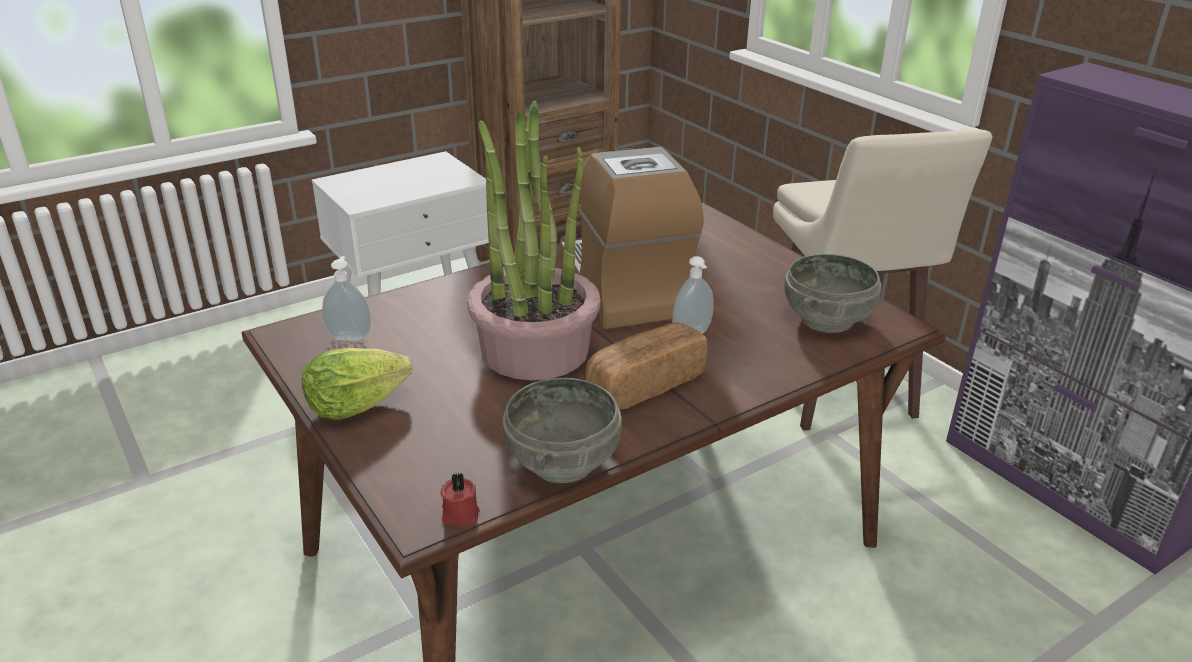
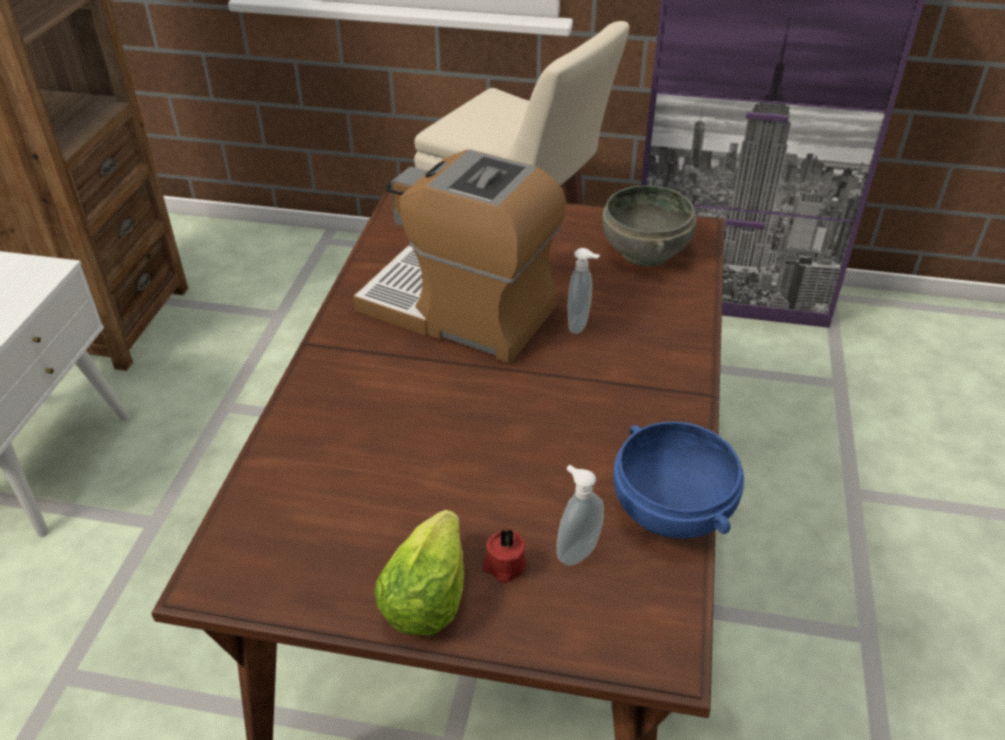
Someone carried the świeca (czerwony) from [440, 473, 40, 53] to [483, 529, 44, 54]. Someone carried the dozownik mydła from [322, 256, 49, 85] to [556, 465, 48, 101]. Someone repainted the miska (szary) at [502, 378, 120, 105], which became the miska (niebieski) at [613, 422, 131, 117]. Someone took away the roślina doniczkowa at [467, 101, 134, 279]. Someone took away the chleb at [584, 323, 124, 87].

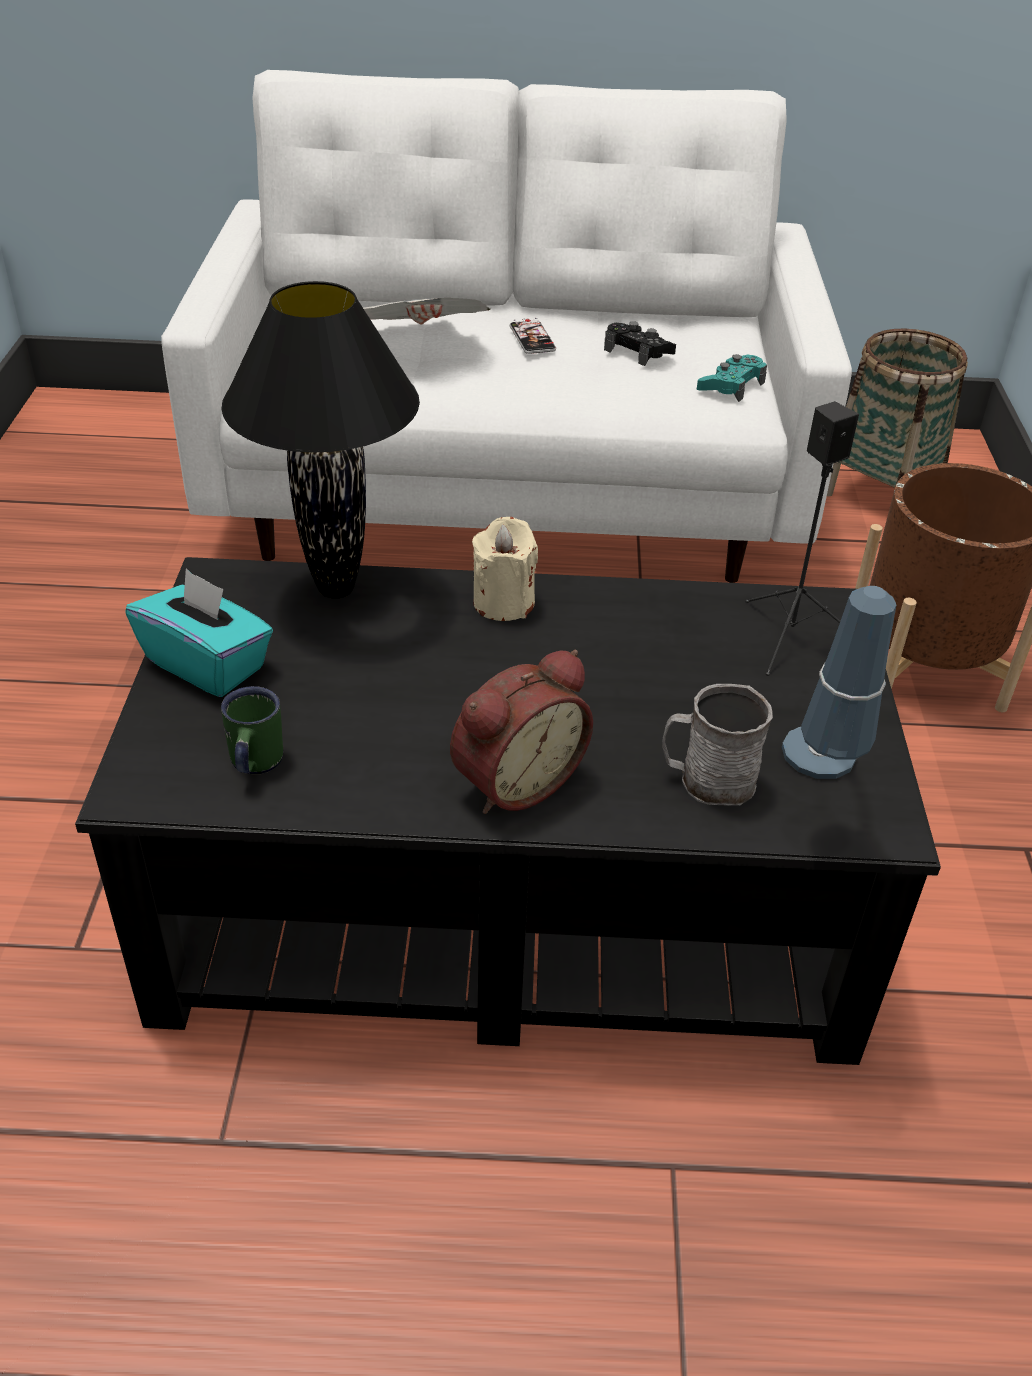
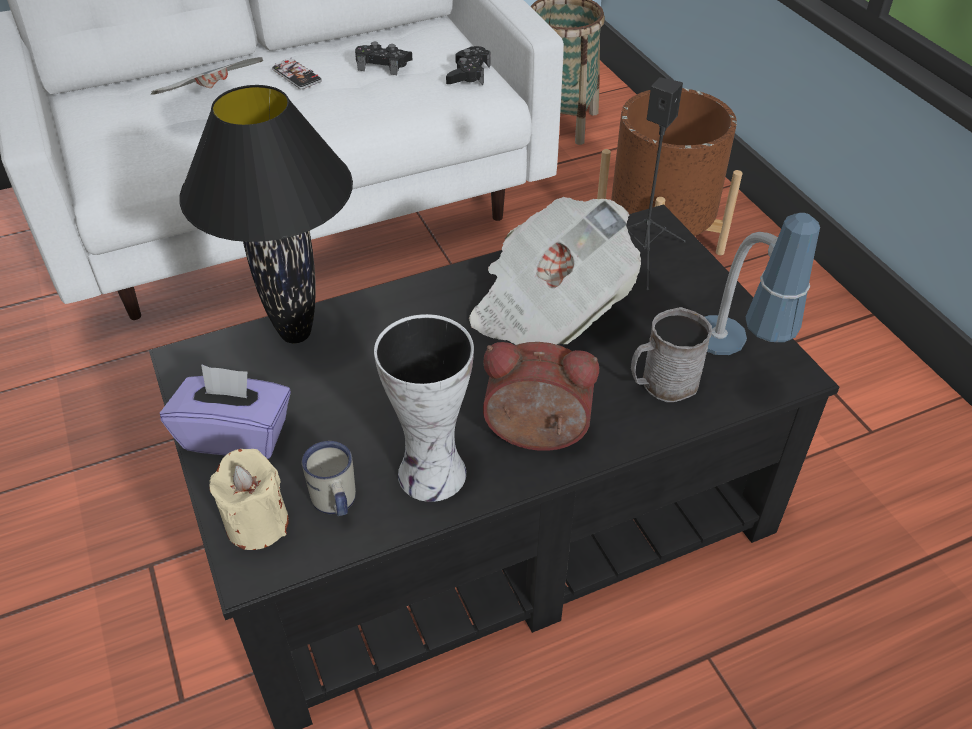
Someone repainted the pudełko chusteczek (turkusowy) at [125, 568, 148, 129], which became the pudełko chusteczek (fioletowy) at [160, 364, 131, 95]. Someone carried the świeca (beżowy) from [472, 517, 66, 104] to [209, 449, 80, 101]. Someone repainted the kubek (zielony) at [221, 686, 62, 88], which became the kubek (biały) at [302, 441, 54, 75]. Someone put down the wazon at [374, 314, 100, 188]. Someone repainted the pad do gier (turkusowy) at [697, 354, 70, 48], which became the pad do gier (czarny) at [446, 46, 45, 39]. Someone put down the gazeta at [469, 197, 172, 148]. Someone rotated the budzik at [450, 650, 143, 164] by 105 degrees counterclockwise.

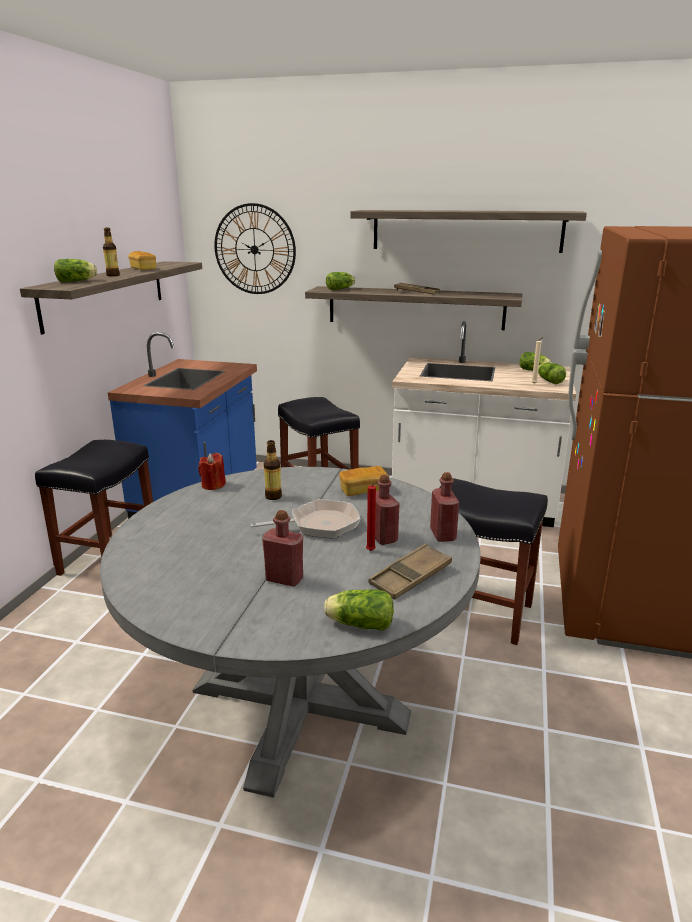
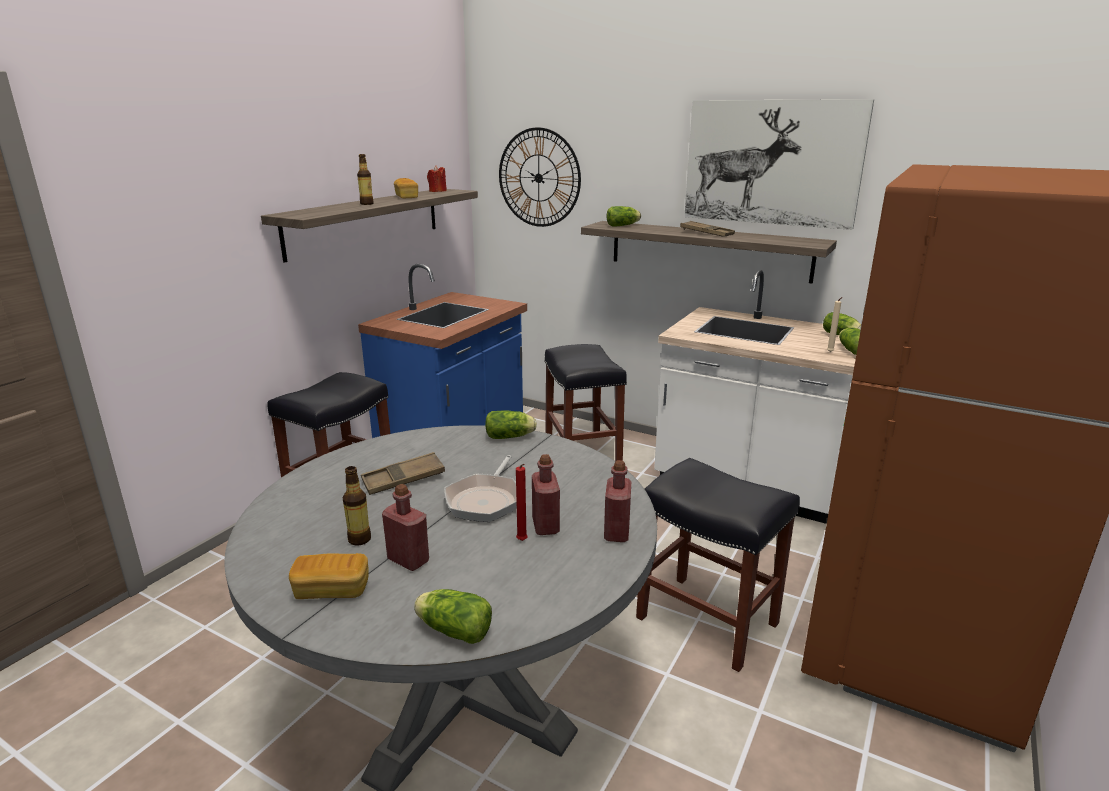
Someone carried the chleb from [339, 466, 48, 30] to [289, 553, 80, 46]. Someone carried the butelka from [264, 440, 18, 60] to [343, 466, 28, 80]. Someone carried the taca (brązowy) from [368, 543, 84, 56] to [361, 452, 84, 43]. Someone carried the świeca (czerwony) from [198, 453, 28, 37] to [427, 166, 20, 26]. Someone rotated the patelnia at [251, 499, 110, 40] by 105 degrees clockwise. Someone carried the sałata from [54, 259, 44, 23] to [485, 410, 52, 29]. Someone swapped the półka at [350, 210, 237, 43] for the obraz at [684, 99, 190, 131].

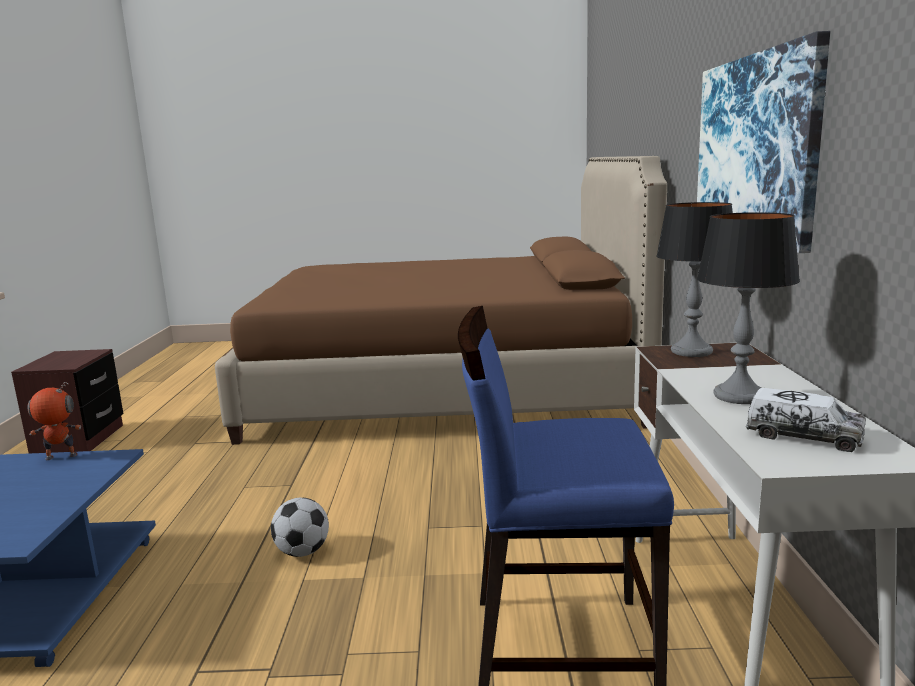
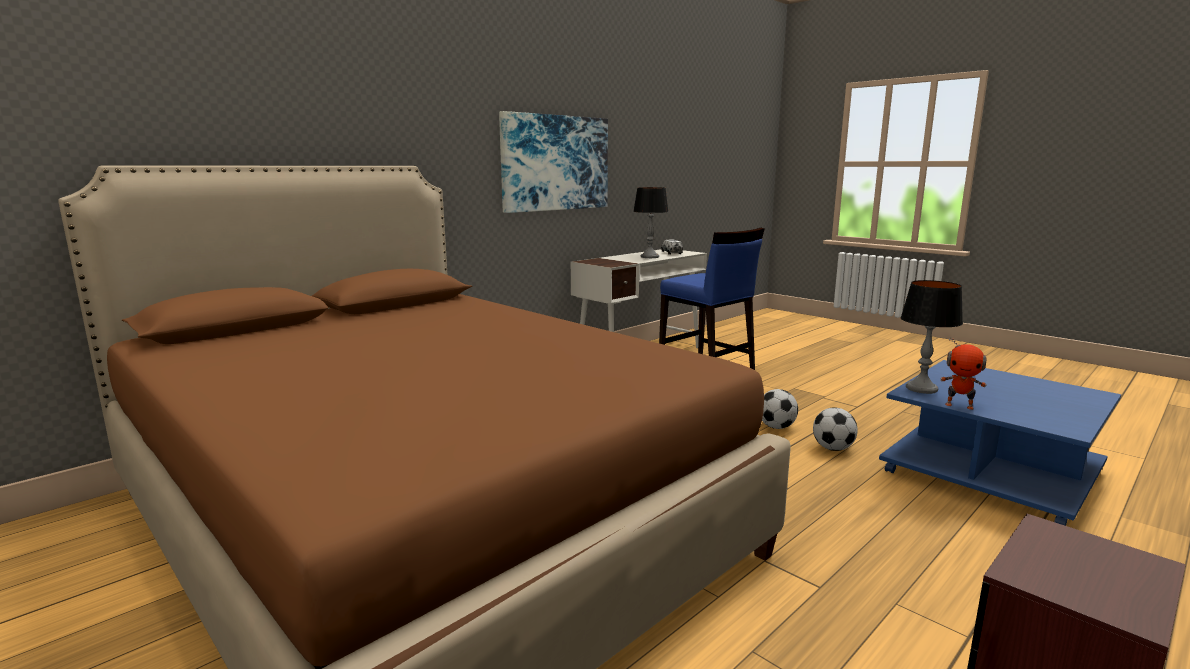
Someone put down the piłka futbolowa at [813, 408, 45, 43]. Someone carried the lampa stołowa from [656, 202, 77, 155] to [900, 280, 63, 114].

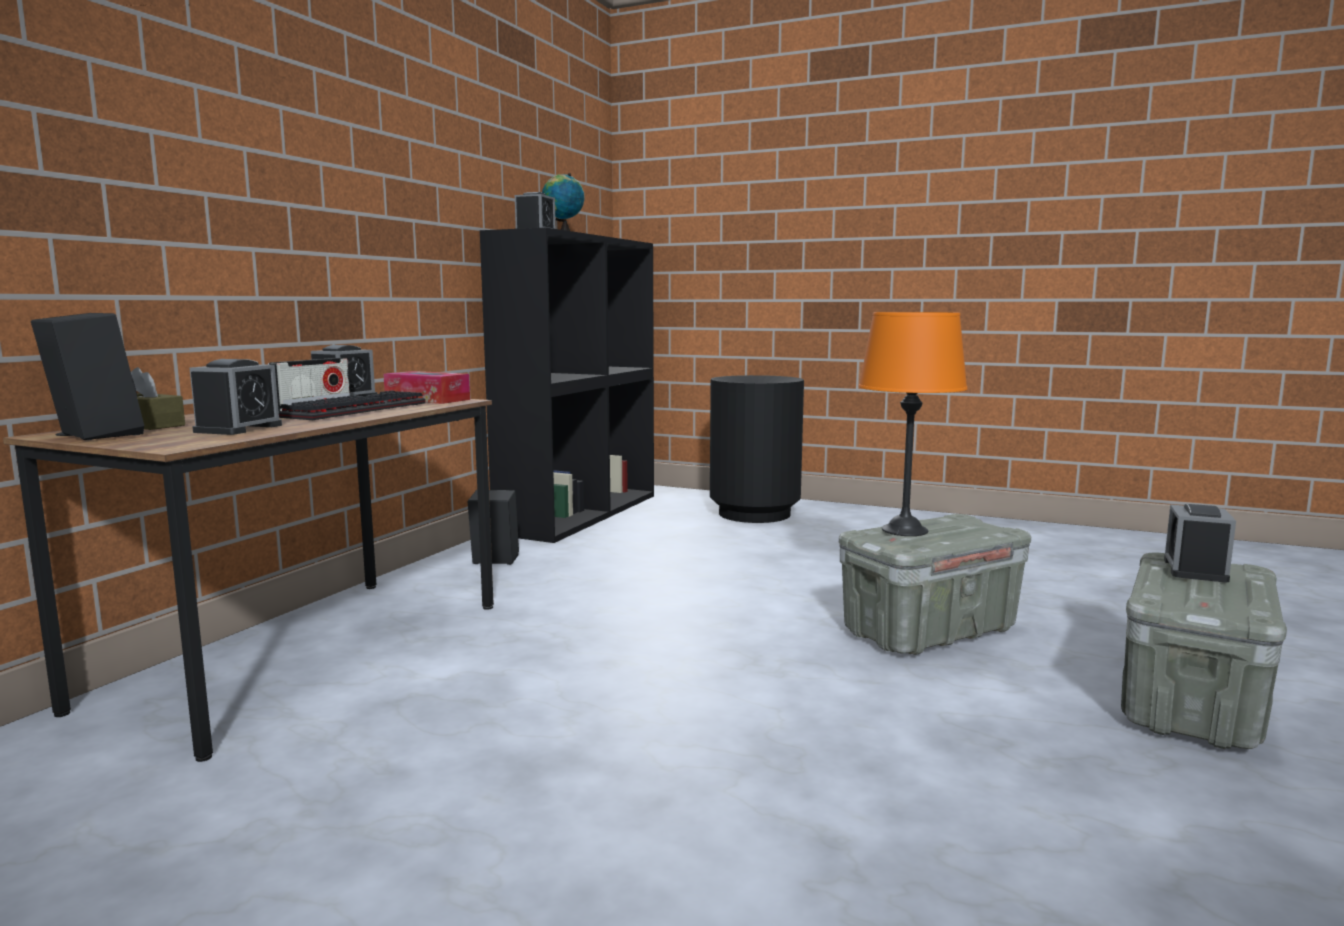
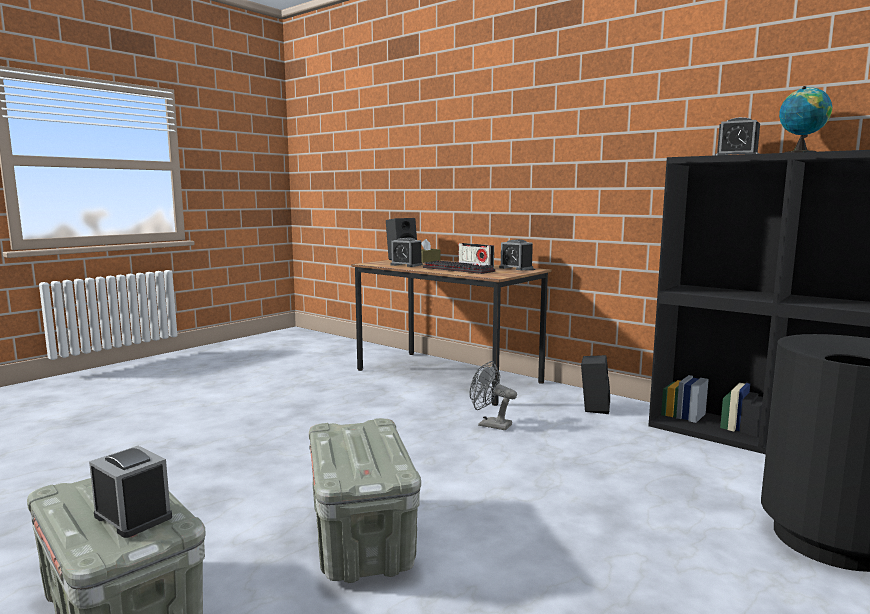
Someone put down the wentylator (szary) at [470, 361, 47, 69]. Someone took away the pudełko chusteczek at [383, 371, 87, 33]. Someone took away the lampa stołowa (pomarańczowy) at [859, 312, 108, 224].

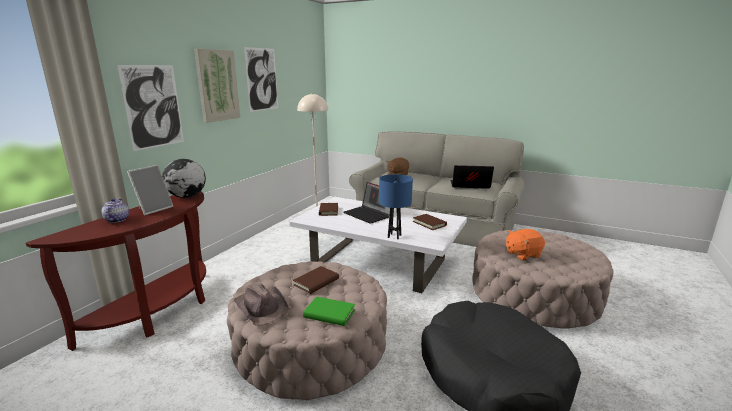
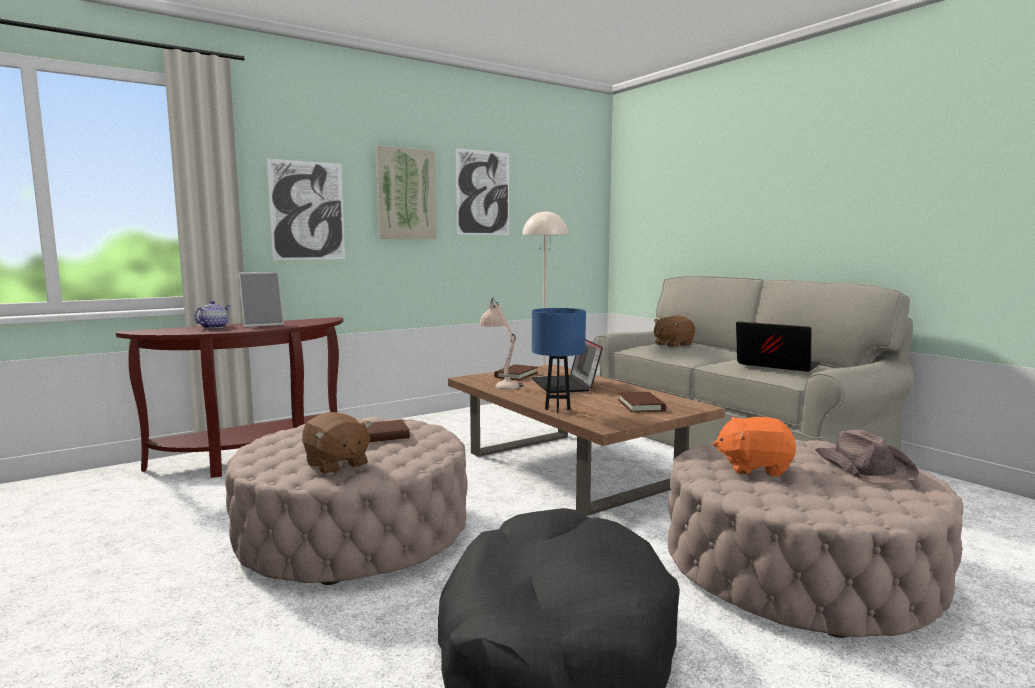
Someone swapped the książka (zielony) at [303, 297, 52, 29] for the pluszak (brązowy) at [302, 412, 70, 63]. Someone repainted the ława (biały) at [289, 197, 178, 96], which became the ława (brązowy) at [448, 364, 277, 152]. Someone put down the lampa stołowa (beżowy) at [480, 297, 44, 93]. Someone carried the kapelusz (brązowy) from [233, 282, 56, 44] to [814, 430, 105, 54]. Someone took away the globus at [162, 159, 44, 39].

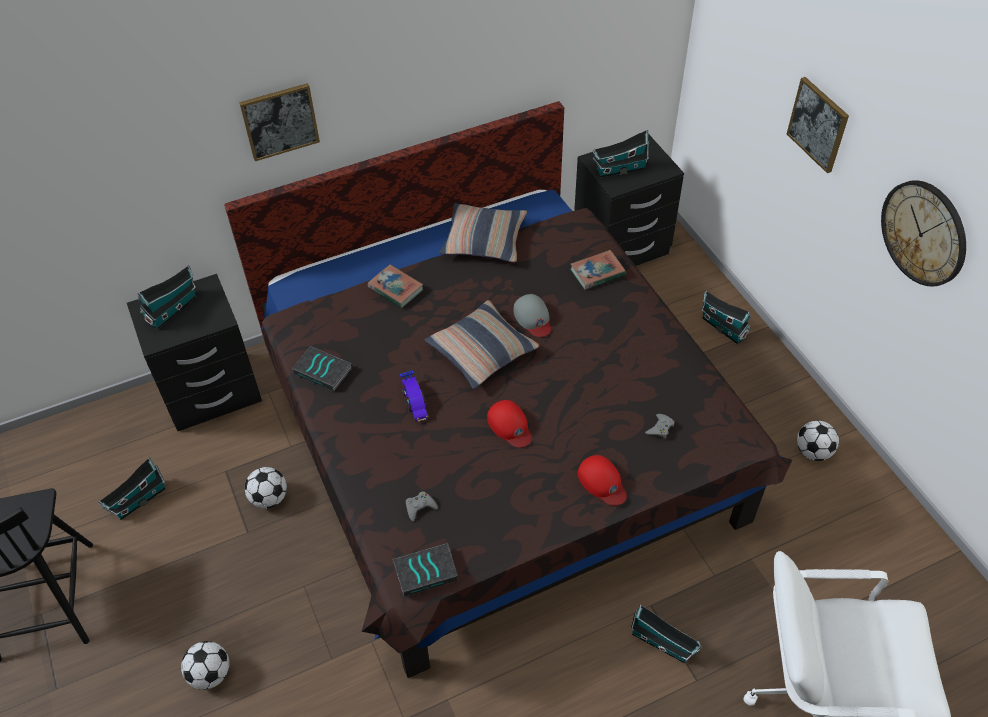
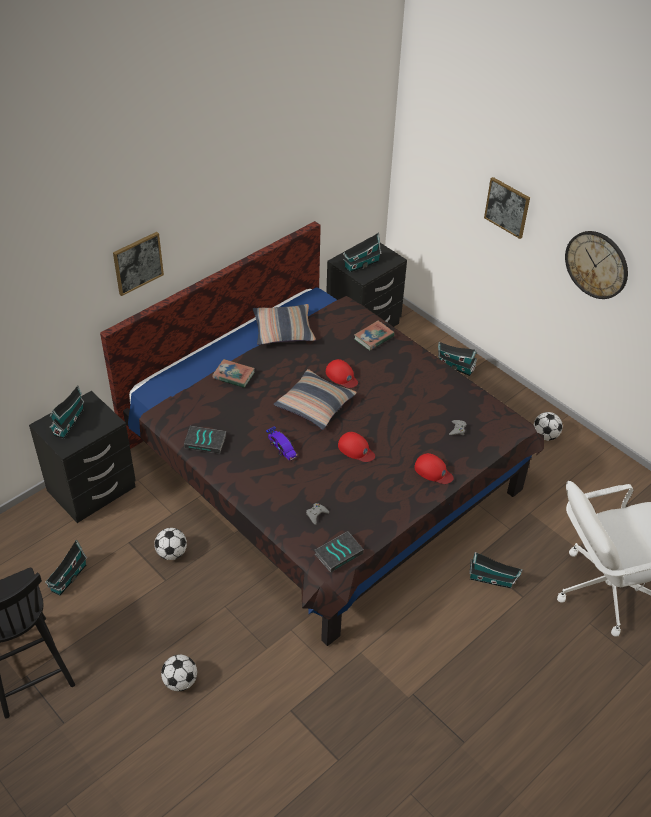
Someone repainted the czapka z daszkiem (szary) at [514, 294, 37, 43], which became the czapka z daszkiem (czerwony) at [326, 359, 32, 29].

